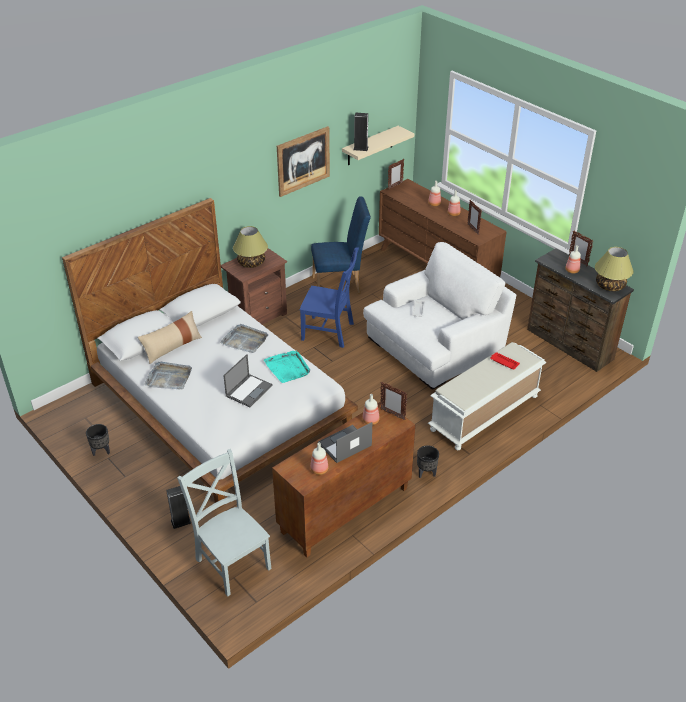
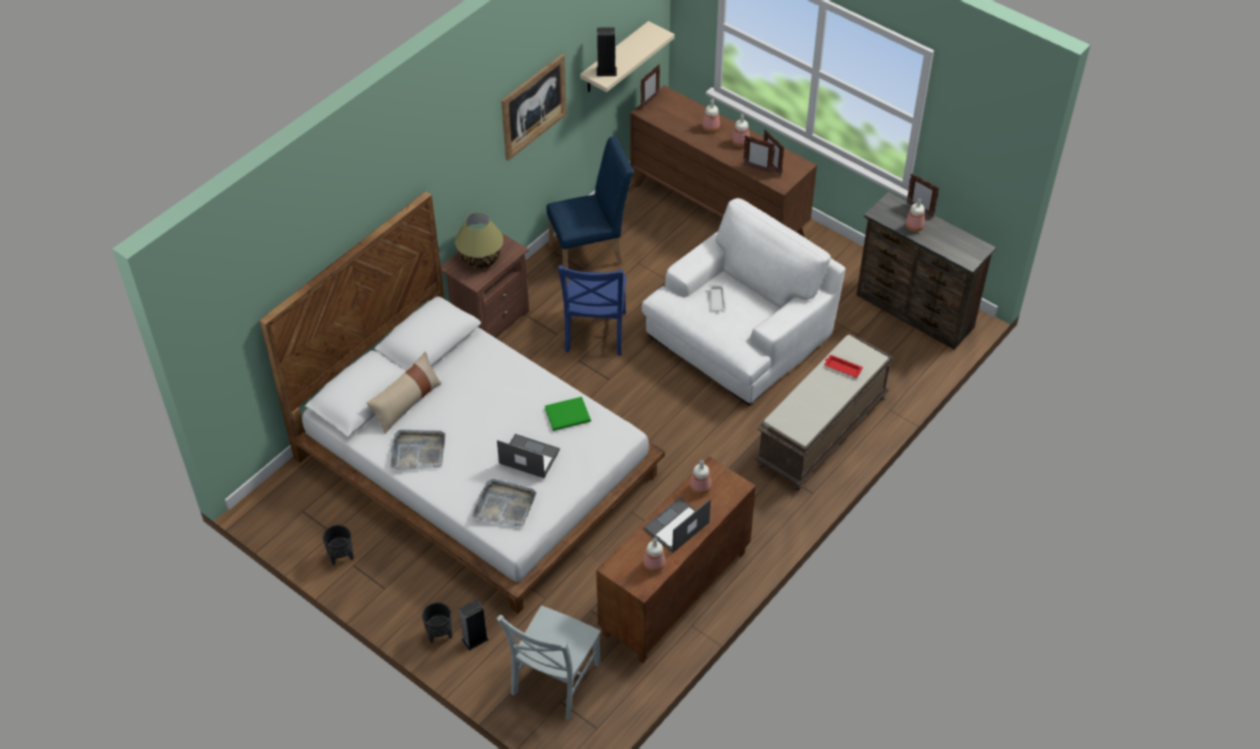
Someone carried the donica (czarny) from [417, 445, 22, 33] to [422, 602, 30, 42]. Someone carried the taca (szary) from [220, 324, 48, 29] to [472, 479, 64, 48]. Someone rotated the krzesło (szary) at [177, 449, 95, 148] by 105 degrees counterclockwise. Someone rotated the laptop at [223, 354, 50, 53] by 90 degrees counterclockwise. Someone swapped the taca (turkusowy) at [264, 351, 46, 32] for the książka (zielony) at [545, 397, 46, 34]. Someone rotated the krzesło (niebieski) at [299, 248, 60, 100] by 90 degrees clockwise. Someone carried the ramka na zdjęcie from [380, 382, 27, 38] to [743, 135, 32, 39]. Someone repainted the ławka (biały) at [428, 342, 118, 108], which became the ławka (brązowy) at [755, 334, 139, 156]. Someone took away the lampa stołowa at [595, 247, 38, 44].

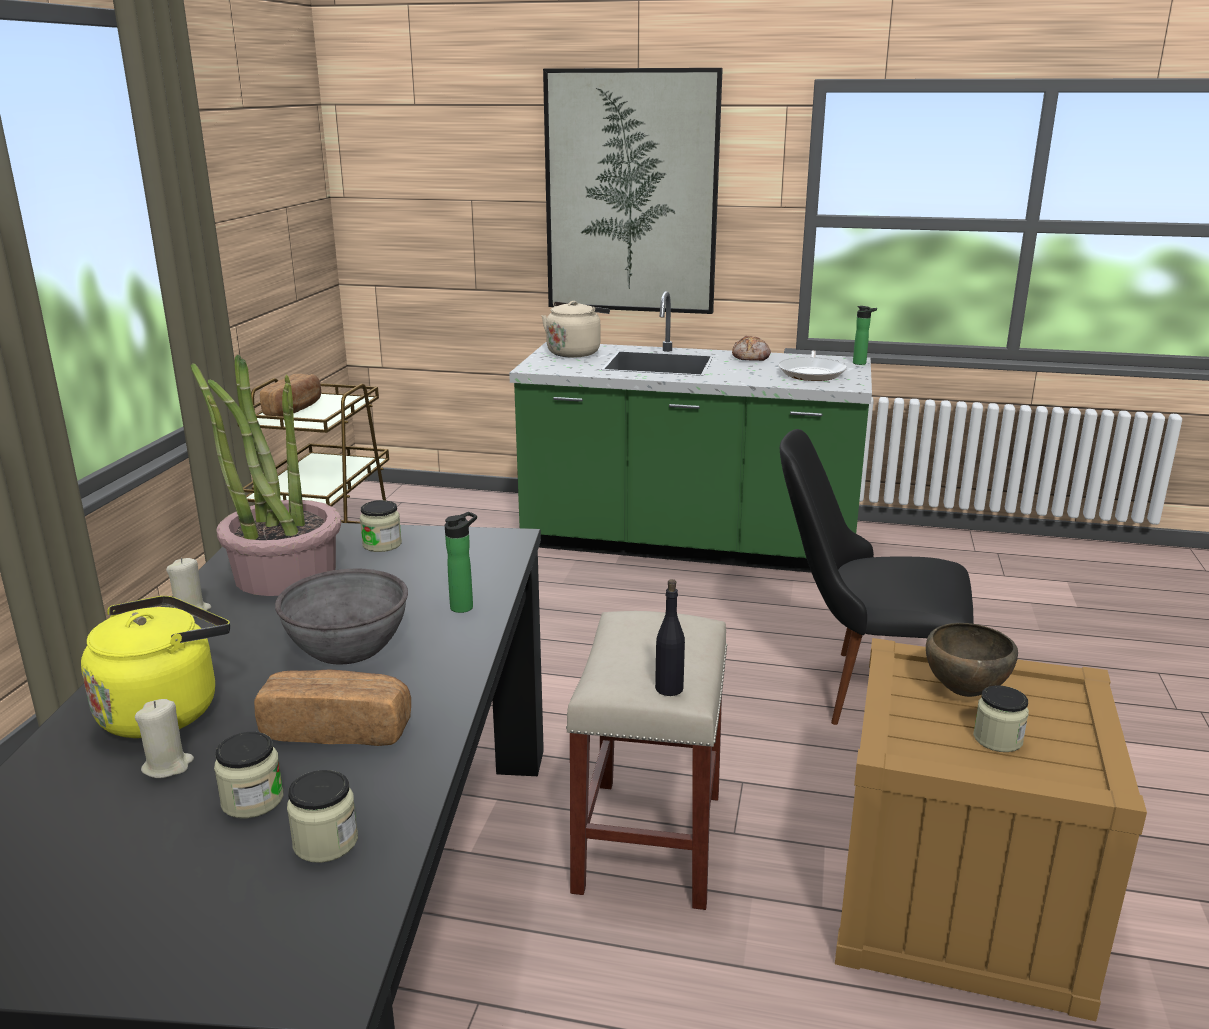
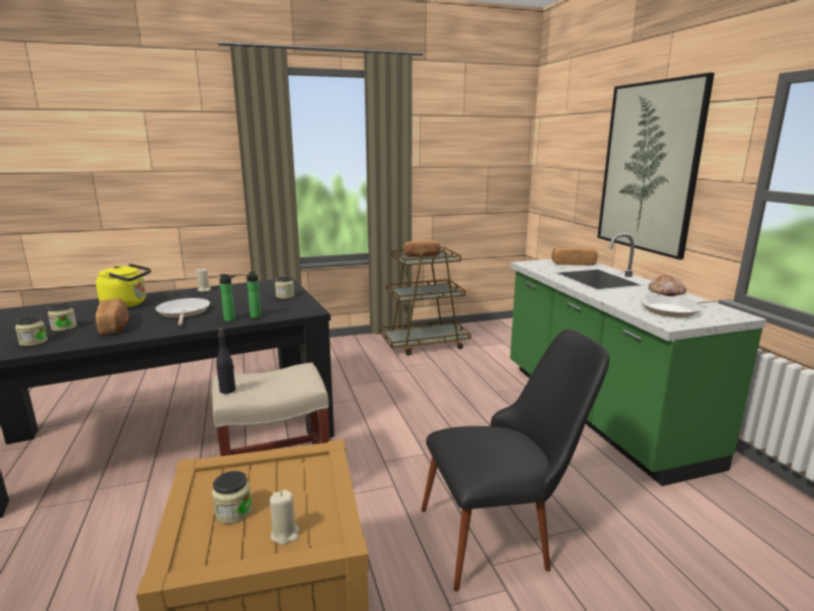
Someone swapped the miska (szary) at [275, 569, 133, 95] for the patelnia at [155, 298, 55, 27]. Someone carried the butelka from [853, 306, 24, 59] to [246, 271, 15, 47]. Someone carried the świeca (beżowy) from [135, 699, 59, 79] to [270, 490, 29, 55]. Someone rotated the krzesło (czarny) at [780, 429, 194, 296] by 90 degrees clockwise. Someone swapped the czajnik (beżowy) at [542, 301, 68, 57] for the chleb at [552, 246, 46, 20]. Someone took away the roślina doniczkowa at [191, 355, 151, 241]. Someone took away the miska (brązowy) at [926, 623, 92, 74].

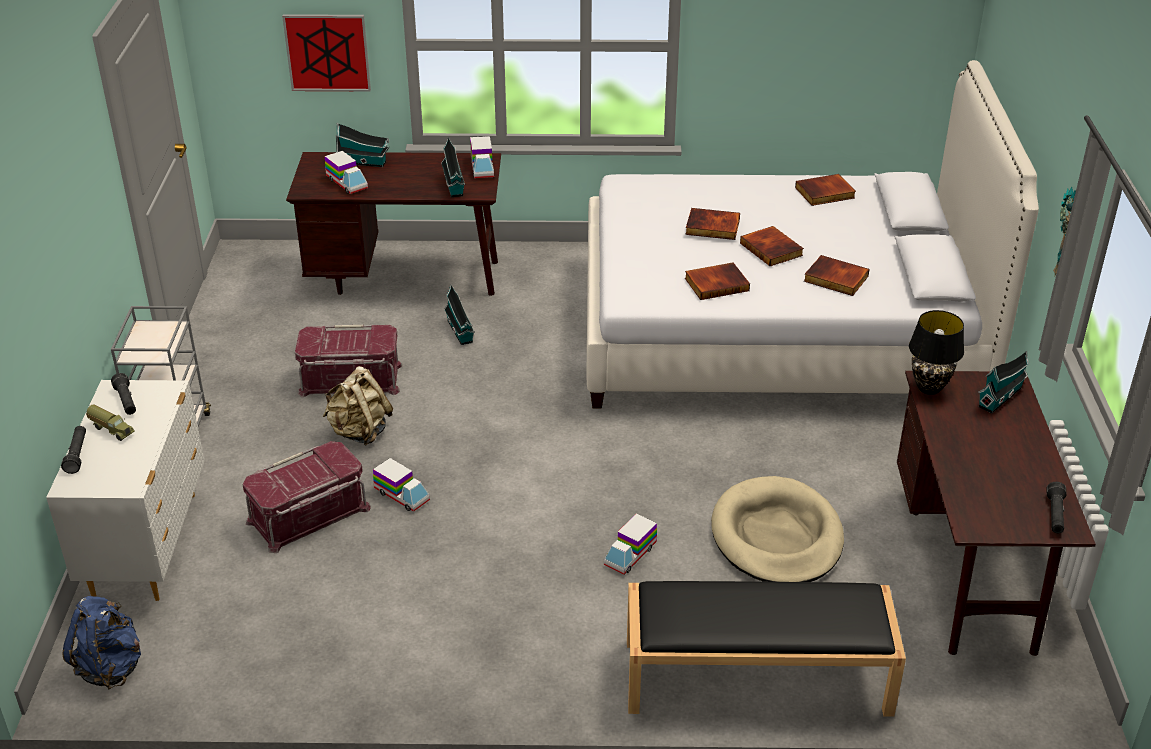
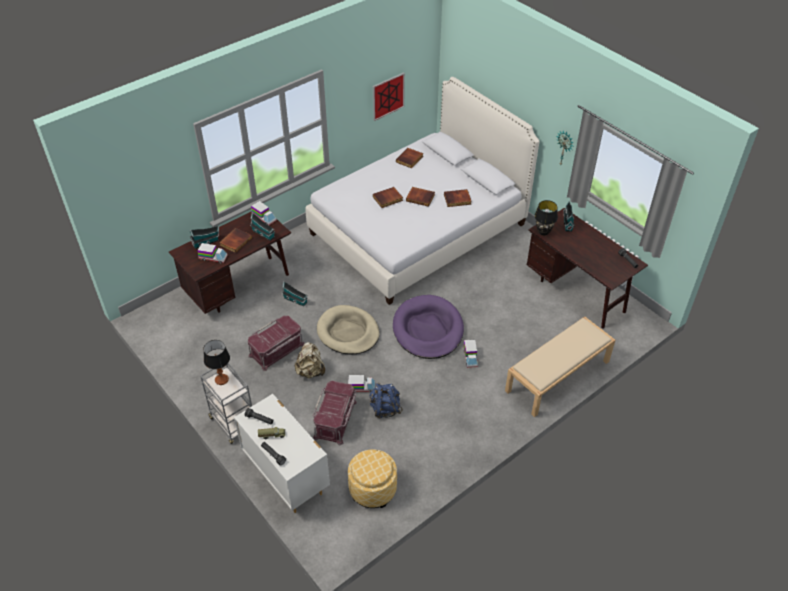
Someone put down the lampa stołowa at [203, 340, 27, 45]. Someone carried the książka from [685, 263, 65, 37] to [219, 228, 33, 25]. Someone carried the legowisko (beżowy) from [711, 476, 133, 106] to [317, 305, 63, 49]. Someone put down the pufa at [348, 449, 49, 59]. Someone carried the plecak (niebieski) from [62, 596, 79, 94] to [370, 383, 33, 35]. Someone carried the obraz from [282, 14, 89, 77] to [373, 72, 32, 49]. Someone put down the legowisko (fioletowy) at [393, 295, 71, 64]. Someone repainted the ławka (czarny) at [627, 581, 279, 136], which became the ławka (beżowy) at [505, 316, 110, 101].

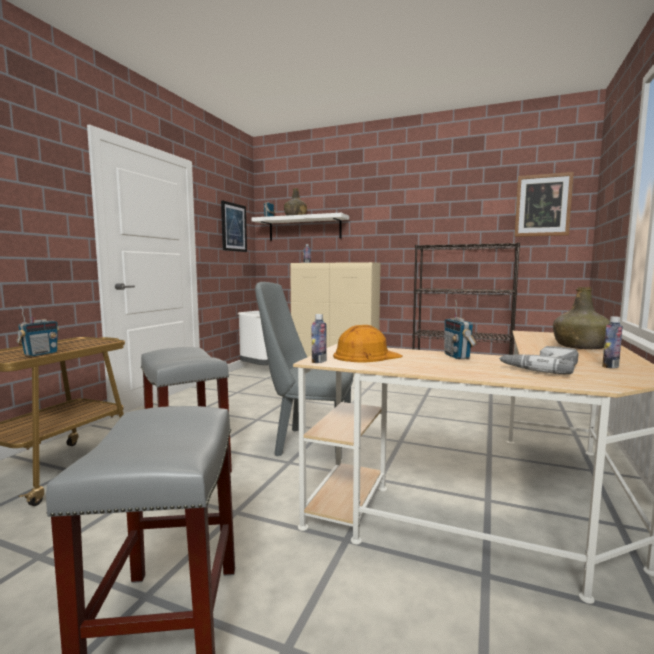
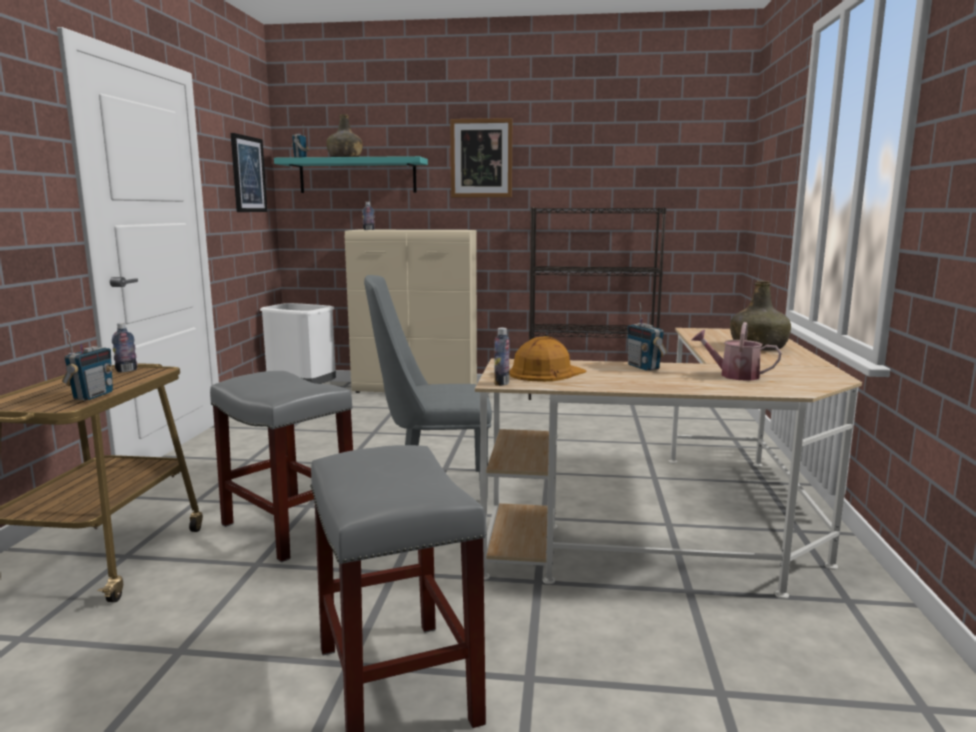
Someone carried the butelka from [602, 316, 21, 52] to [112, 323, 25, 49]. Someone repainted the półka (biały) at [252, 213, 97, 28], which became the półka (turkusowy) at [274, 156, 154, 37]. Someone carried the obraz from [514, 172, 60, 65] to [450, 118, 62, 79]. Someone swapped the wiertarka at [499, 346, 80, 28] for the konewka at [691, 322, 90, 59].

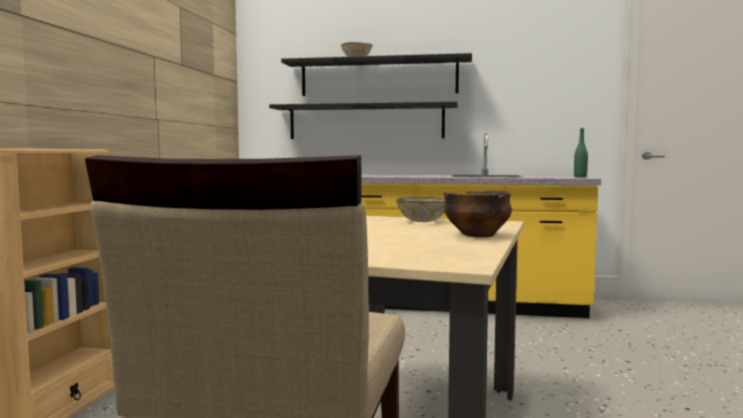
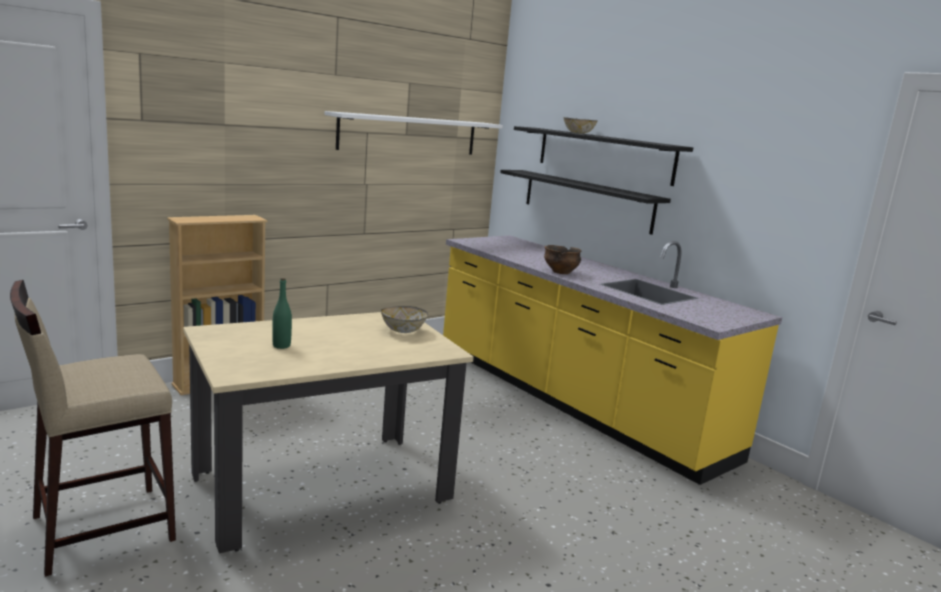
Someone carried the butelka (zielony) from [574, 128, 14, 50] to [272, 278, 20, 71]. Someone put up the półka (biały) at [324, 111, 179, 44]. Someone carried the miska from [444, 190, 68, 47] to [544, 245, 37, 29].

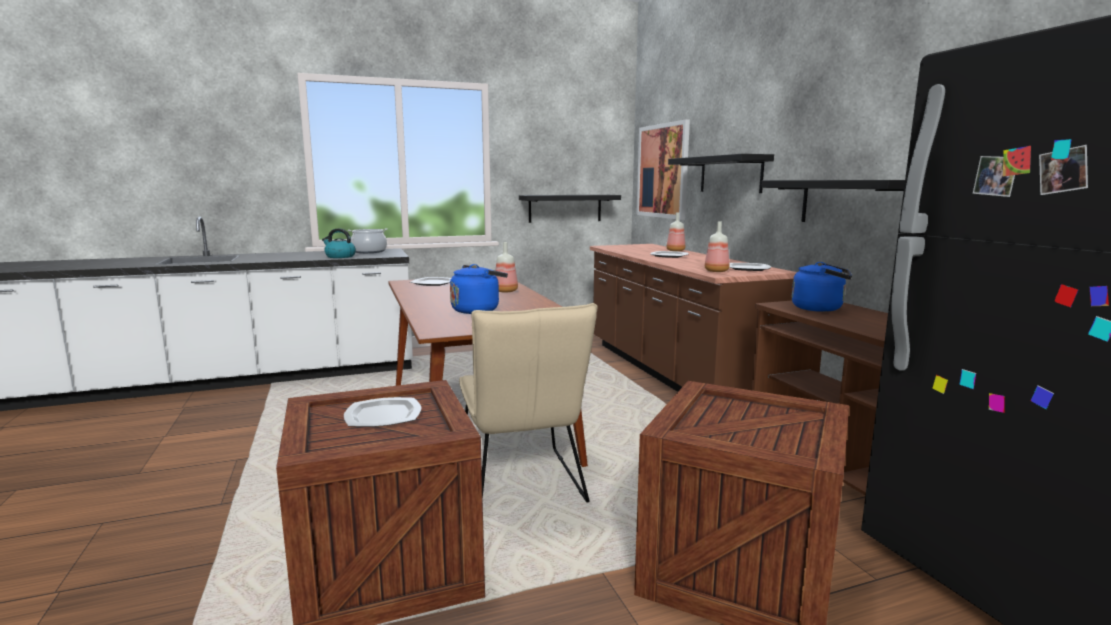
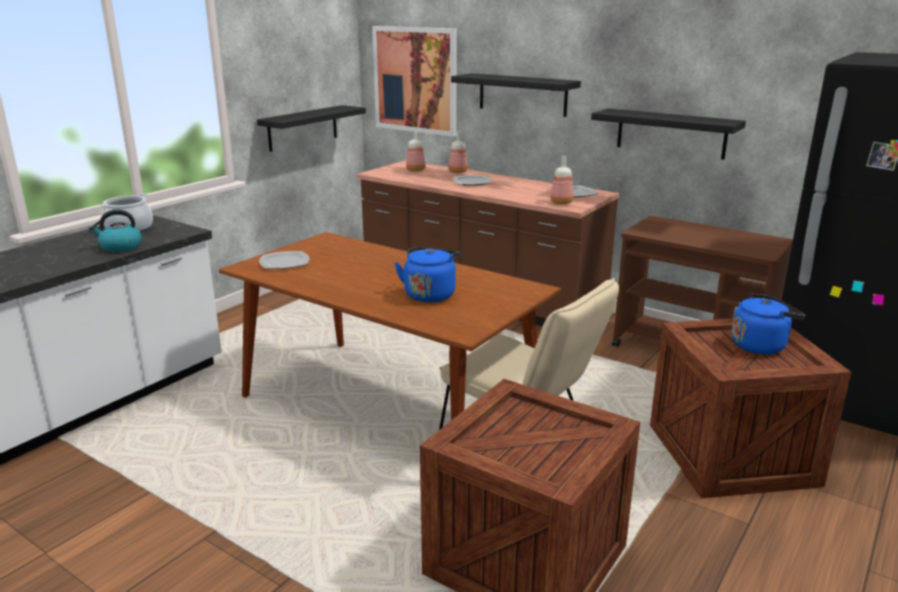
Someone carried the butelka from [495, 242, 23, 50] to [406, 130, 20, 41]. Someone carried the czajnik (niebieski) from [792, 262, 60, 50] to [731, 293, 74, 62]. Someone took away the talerz at [344, 397, 78, 30].

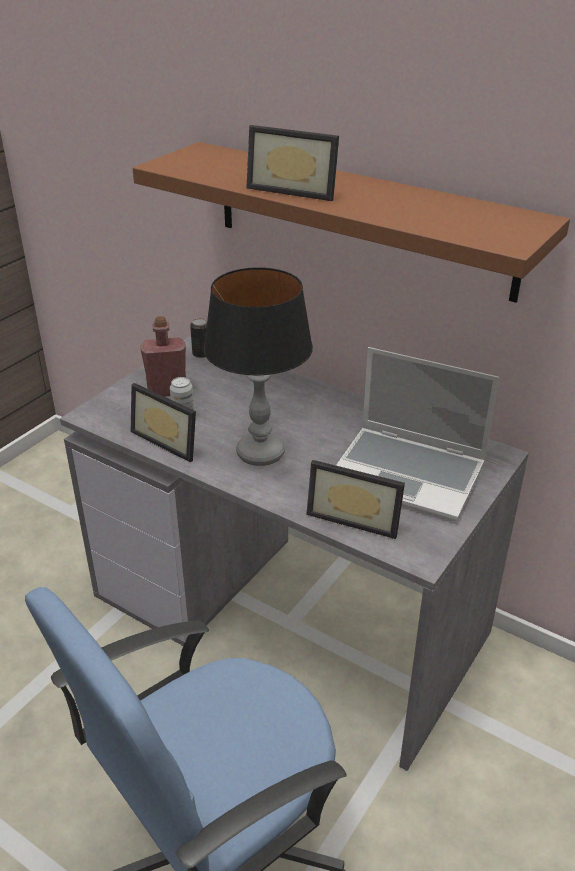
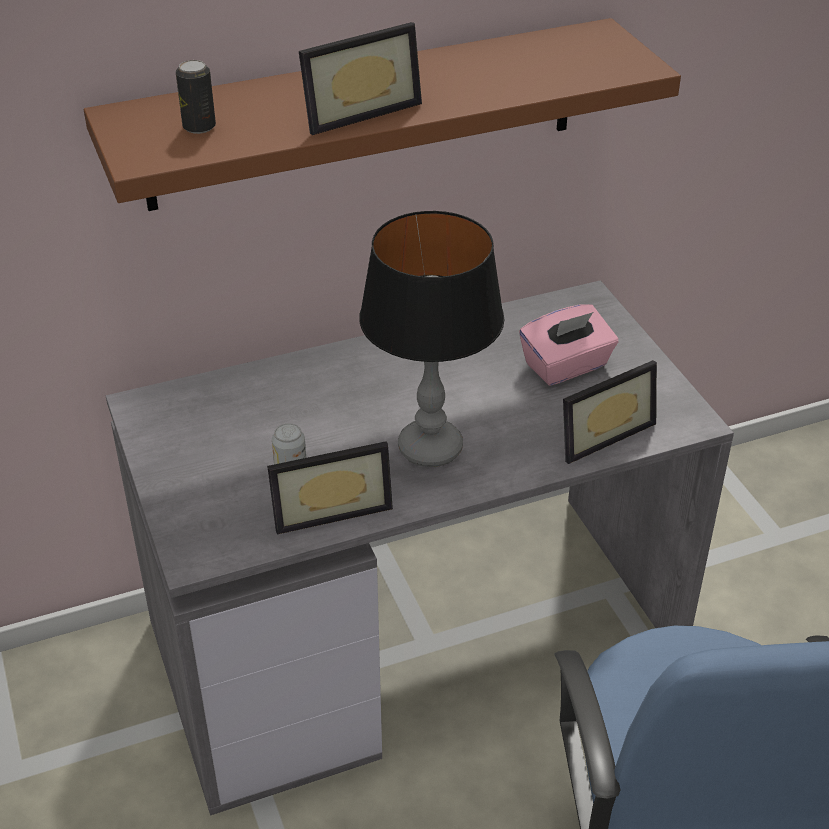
Someone carried the puszka from [190, 318, 17, 40] to [176, 60, 40, 74]. Someone swapped the laptop at [336, 347, 163, 174] for the pudełko chusteczek (różowy) at [519, 304, 99, 81]. Someone took away the butelka (czerwony) at [140, 316, 46, 81].

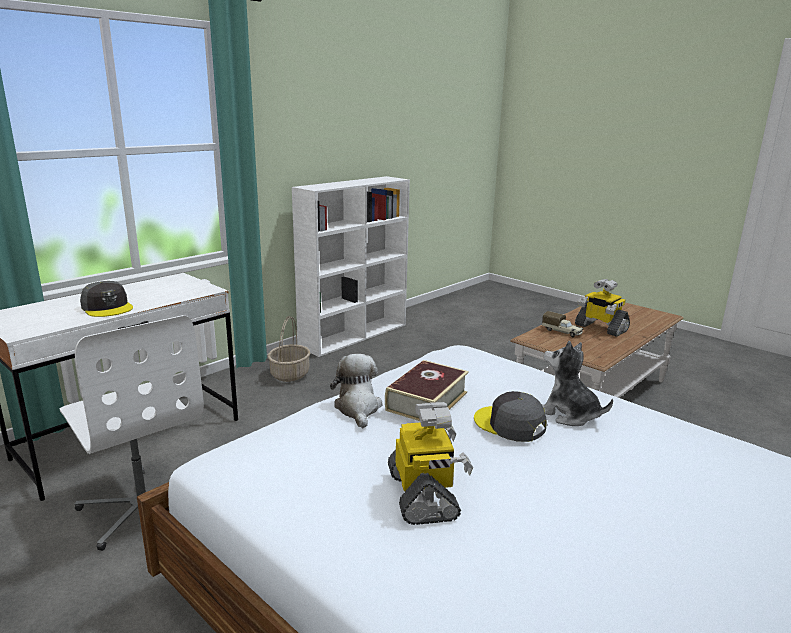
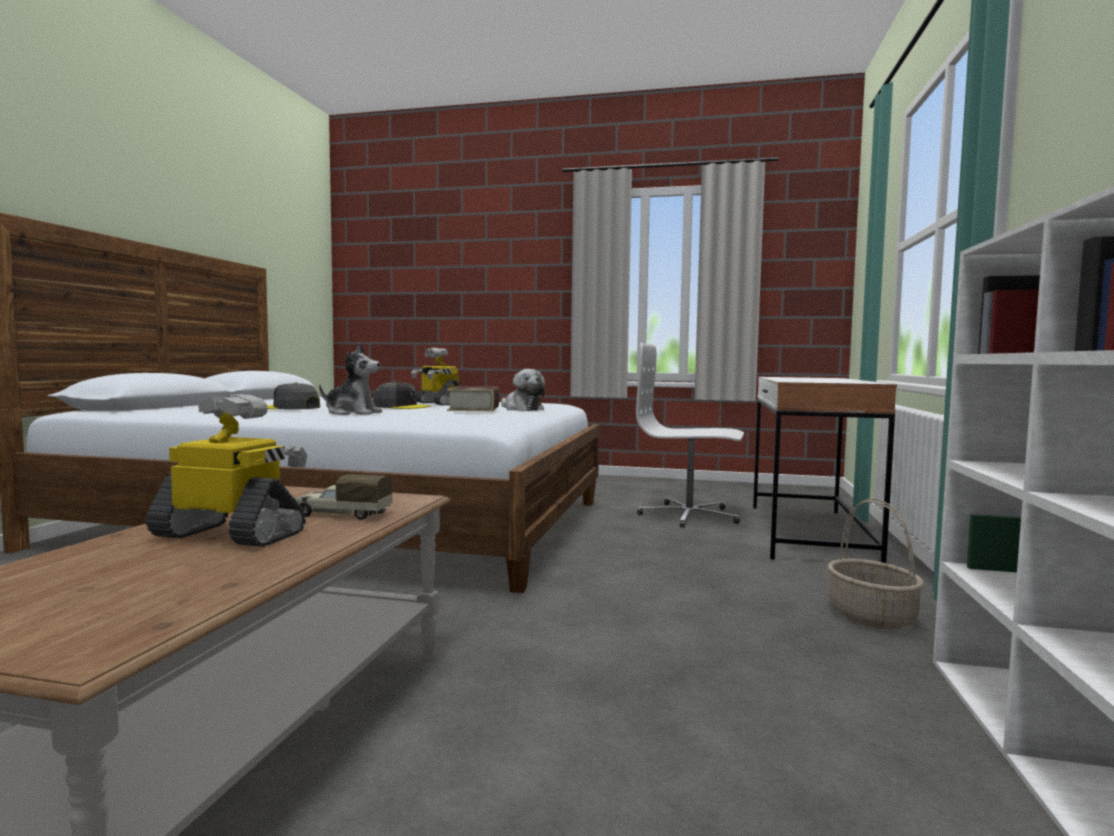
Someone carried the czapka z daszkiem (szary) from [80, 281, 53, 36] to [267, 382, 53, 27].

